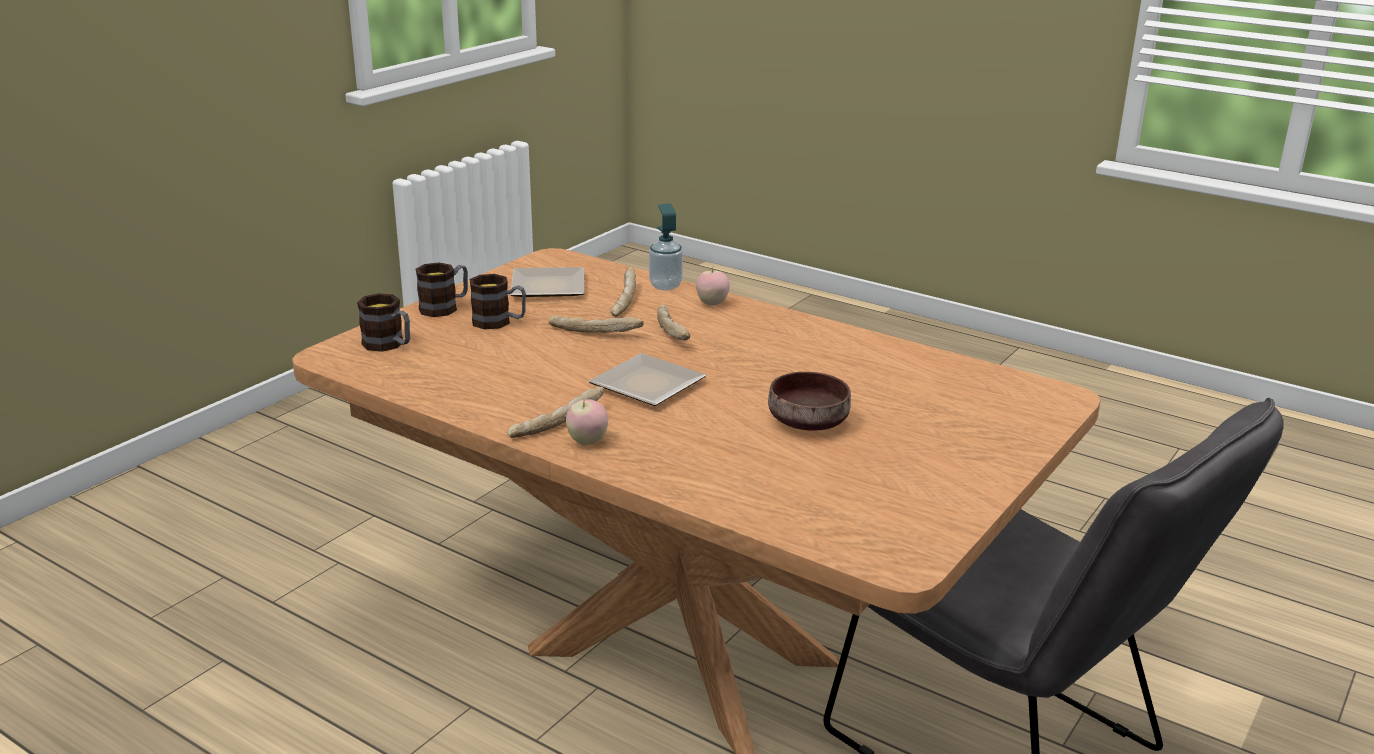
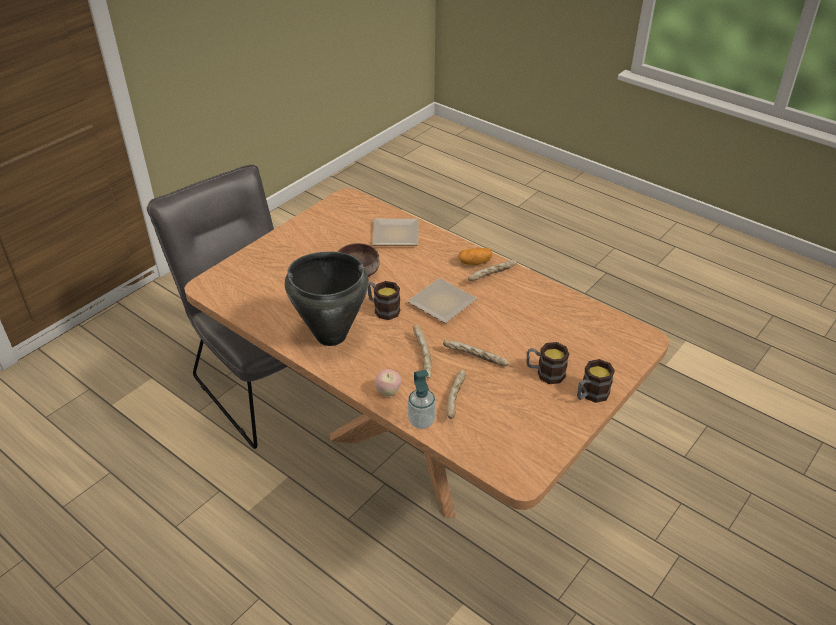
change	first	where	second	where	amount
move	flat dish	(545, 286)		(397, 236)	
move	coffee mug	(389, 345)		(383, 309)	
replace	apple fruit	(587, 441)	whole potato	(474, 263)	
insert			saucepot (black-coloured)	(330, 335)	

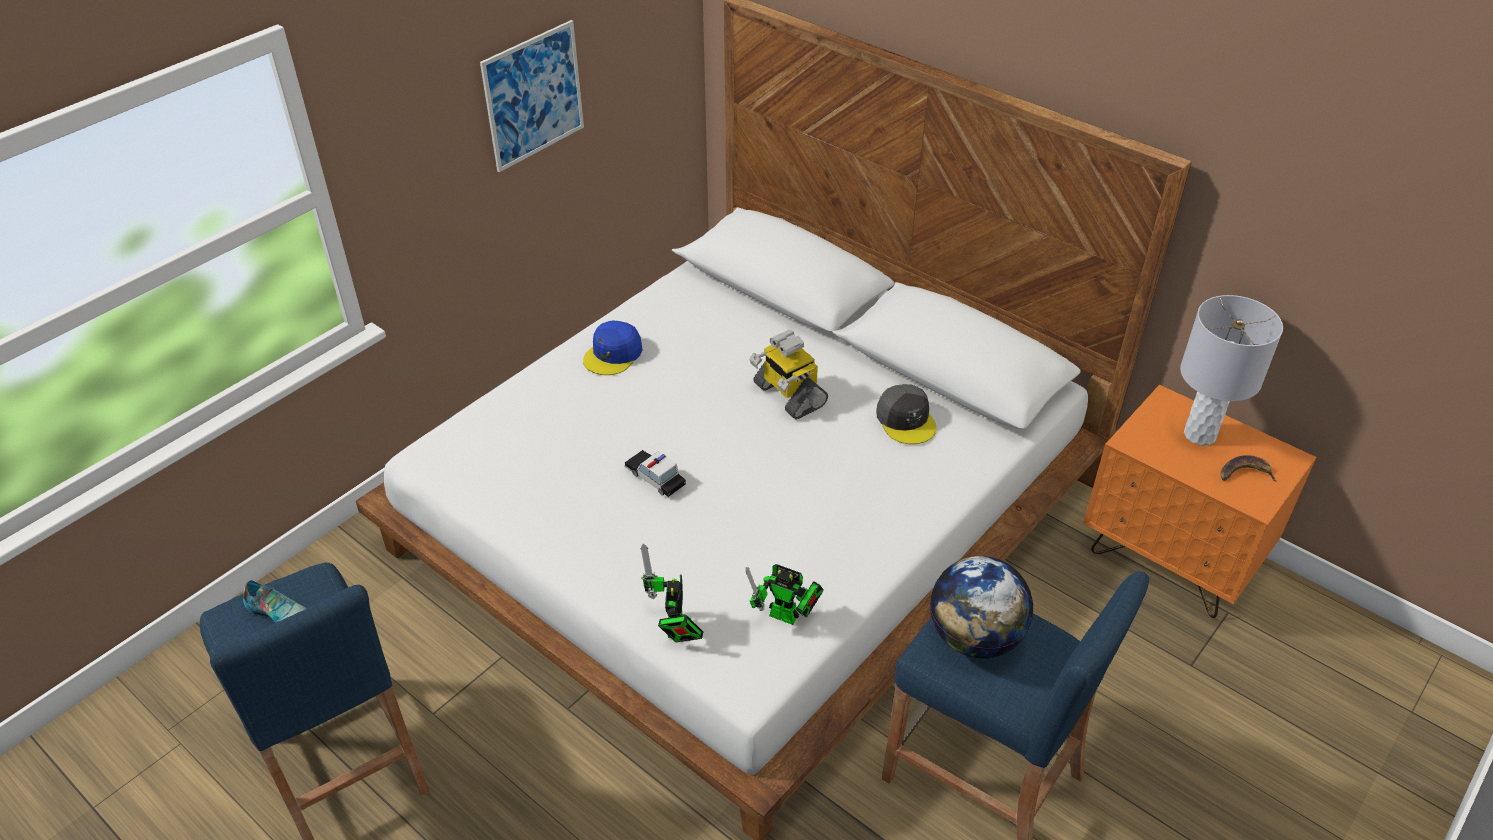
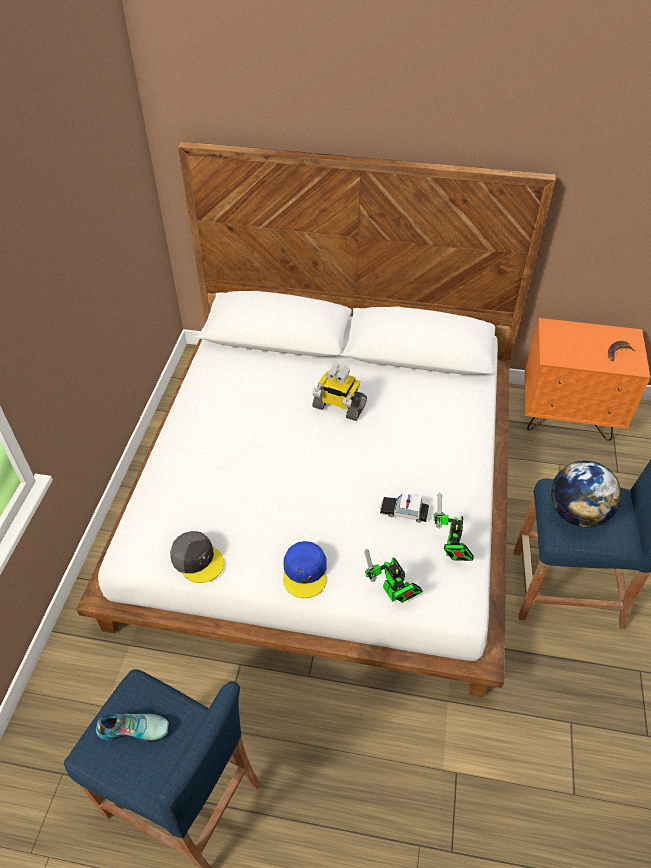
change	first	where	second	where	amount
delete	picture	(533, 96)			
delete	table lamp (grey)	(1199, 434)			
move	baseball cap (blue)	(613, 354)		(305, 572)	
move	baseball cap (grey)	(906, 420)		(197, 559)	
move	toy car	(655, 477)		(403, 512)	
rotate	toy robot	(788, 617)		(450, 551)	105 degrees clockwise

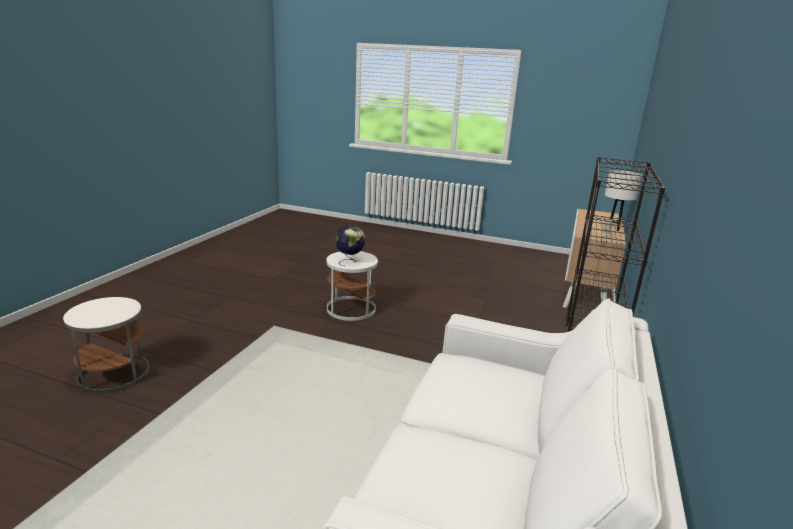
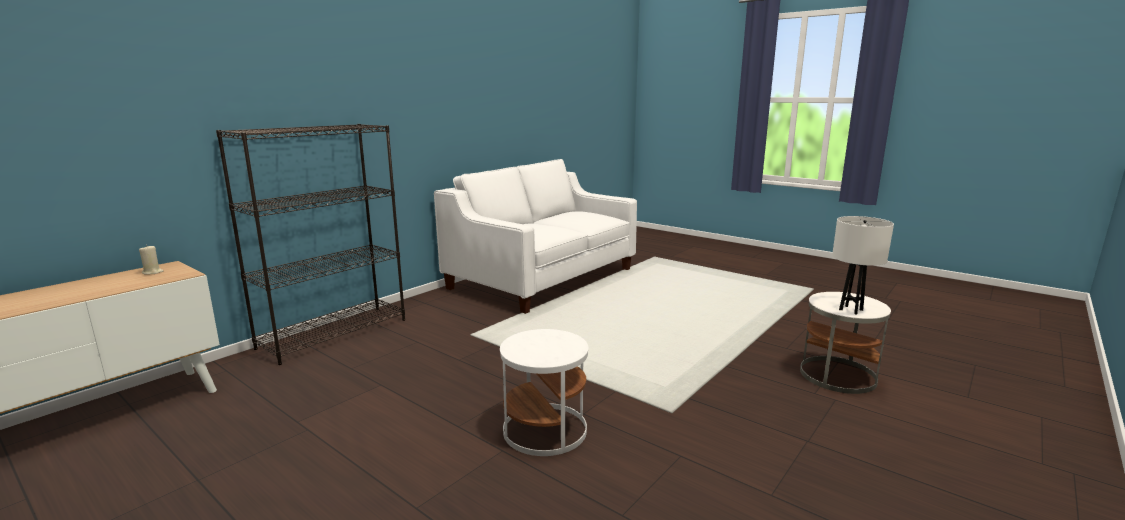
change	first	where	second	where	amount
move	table lamp (white)	(613, 228)		(850, 310)	
delete	globe	(349, 261)			

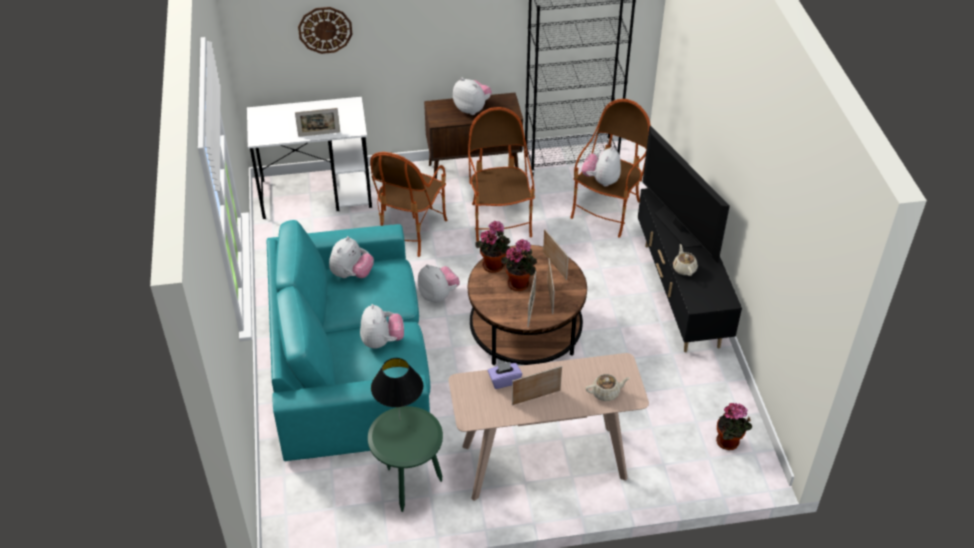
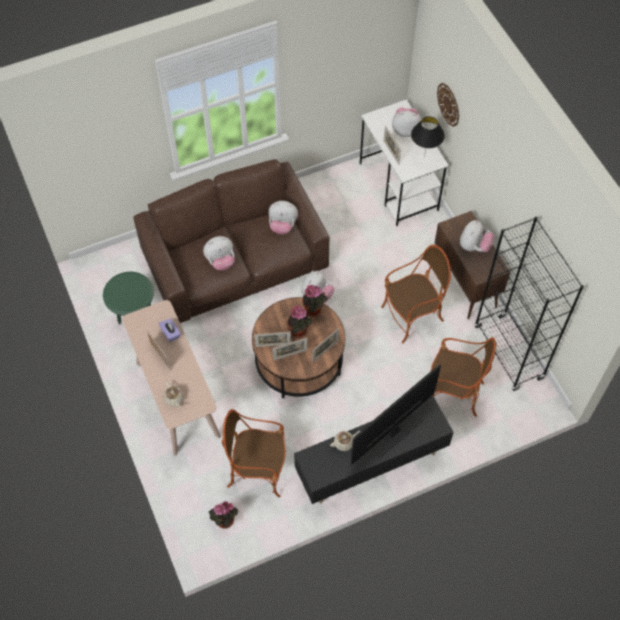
change	first	where	second	where	amount
move	plush toy	(601, 180)		(405, 130)	
move	easy chair	(410, 231)		(258, 470)	
recolor	sofa (turquoise)	(351, 364)	sofa (brown)	(235, 260)	
move	table lamp (black-coloured)	(399, 420)		(424, 156)	

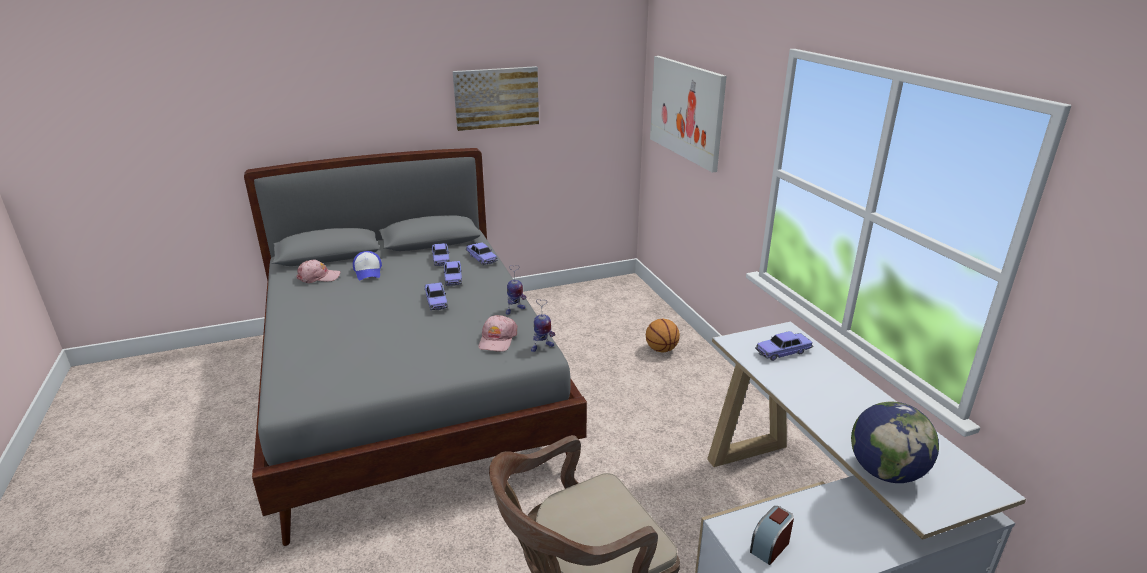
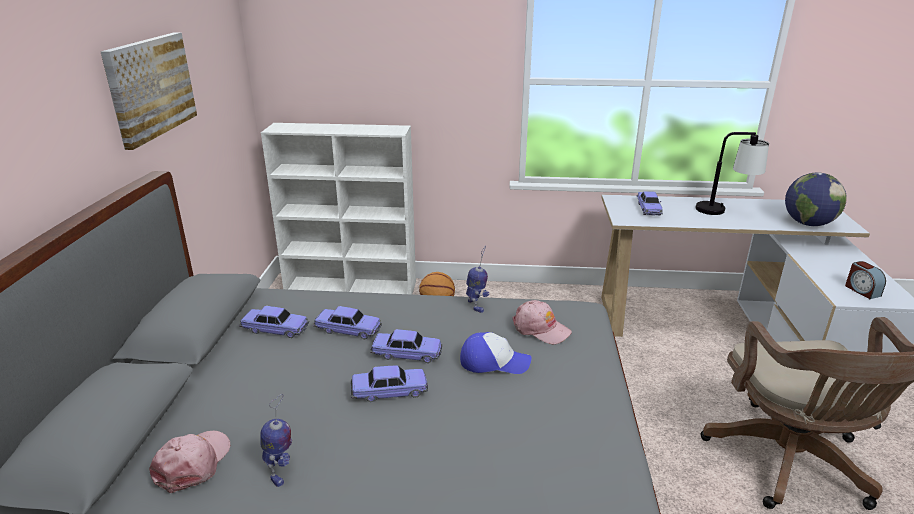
change	first	where	second	where	amount
delete	picture	(686, 110)			
move	toy car	(482, 258)		(389, 391)	
move	baseball cap	(368, 272)		(494, 362)	
move	toy robot	(541, 347)		(280, 471)	
insert			shelving unit (white)	(352, 287)	
insert			table lamp	(724, 211)	

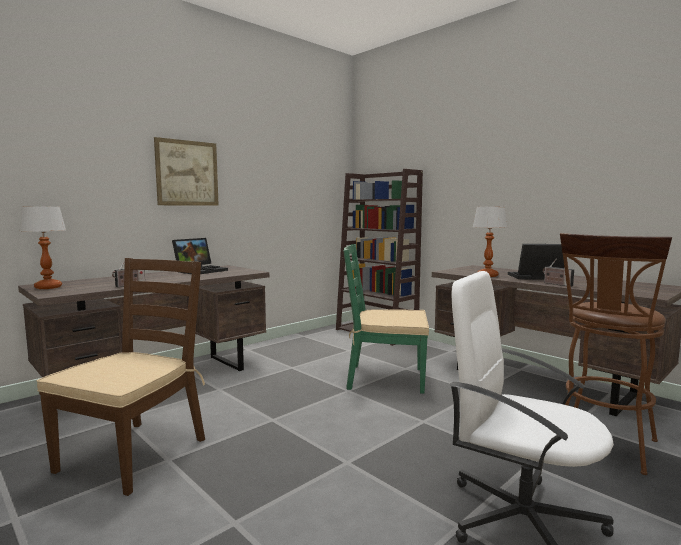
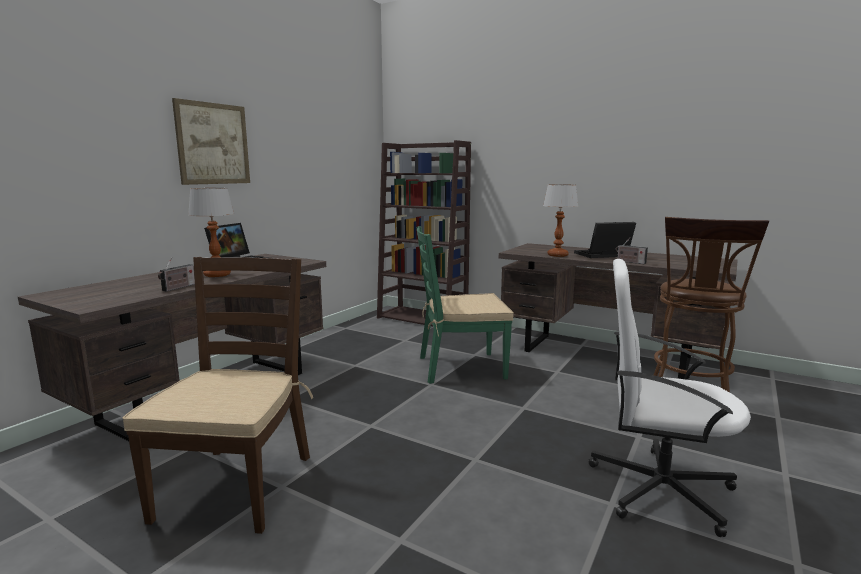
change	first	where	second	where	amount
move	table lamp	(48, 287)		(217, 275)	

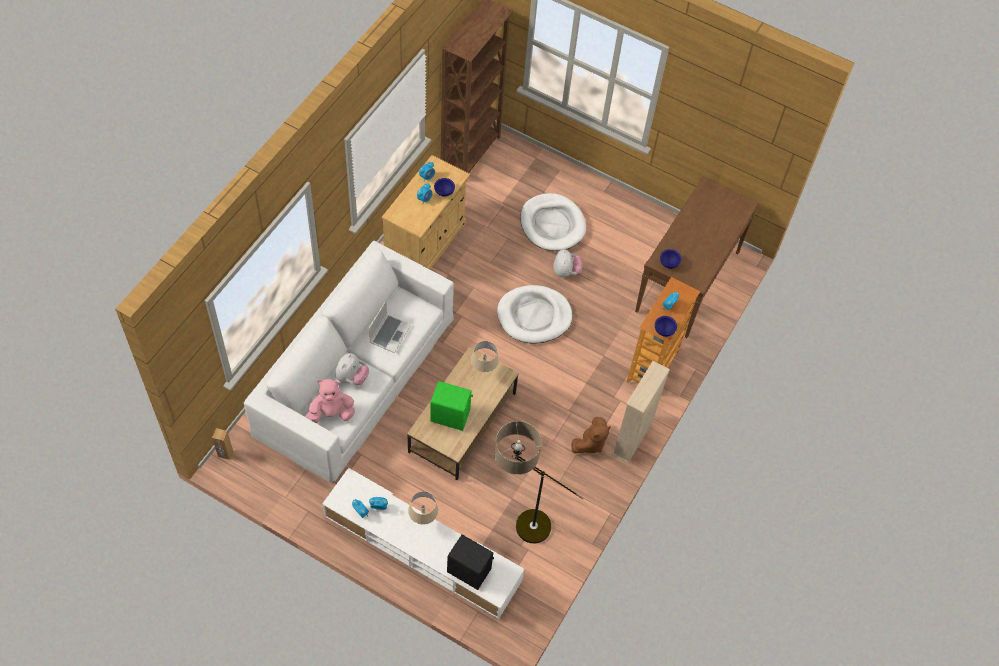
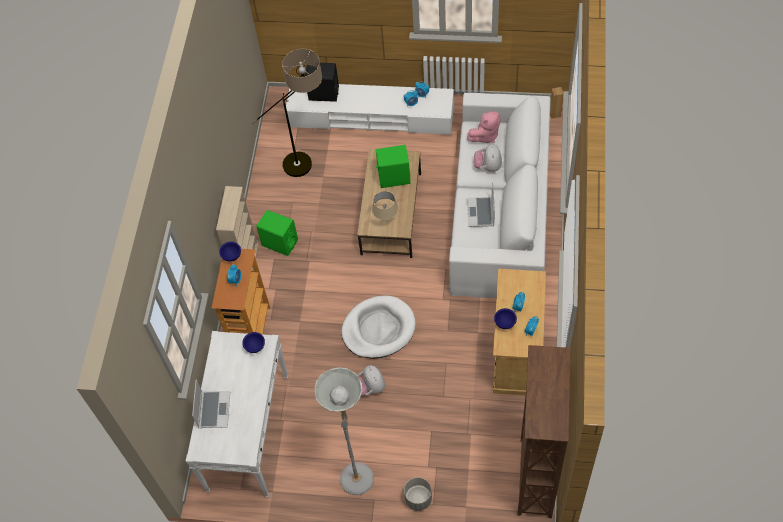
change	first	where	second	where	amount
recolor	hall table (brown)	(687, 282)	hall table (white)	(248, 432)	
delete	pet bed (white)	(552, 224)			
replace	plush toy (brown)	(590, 443)	audio speaker (green)	(279, 243)	
delete	table lamp (beige)	(423, 521)			
insert			floor lamp (grey)	(356, 472)	
insert			laptop	(213, 409)	
insert			planter (grey)	(418, 499)	

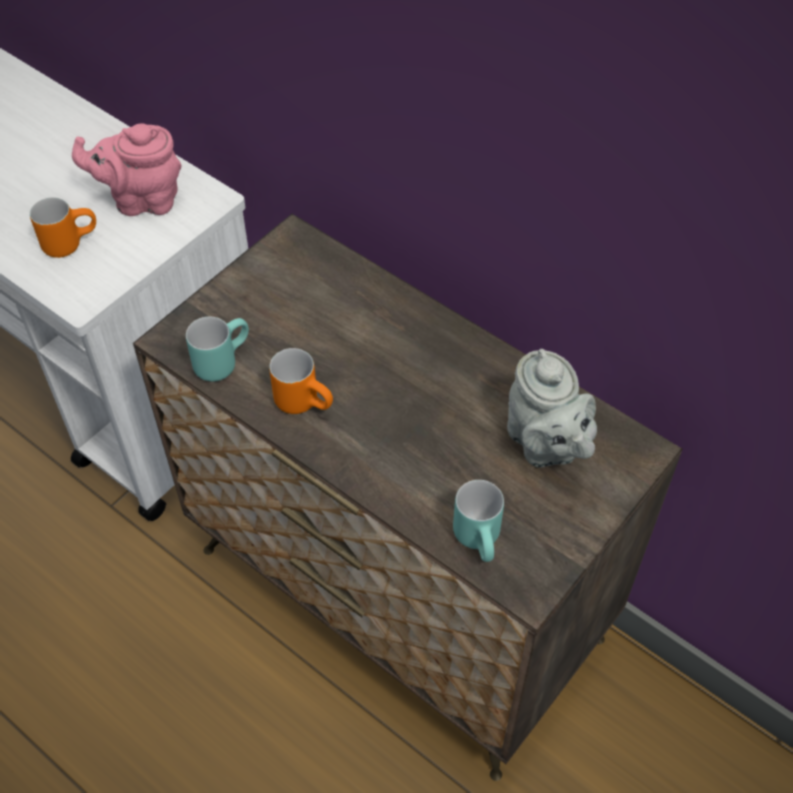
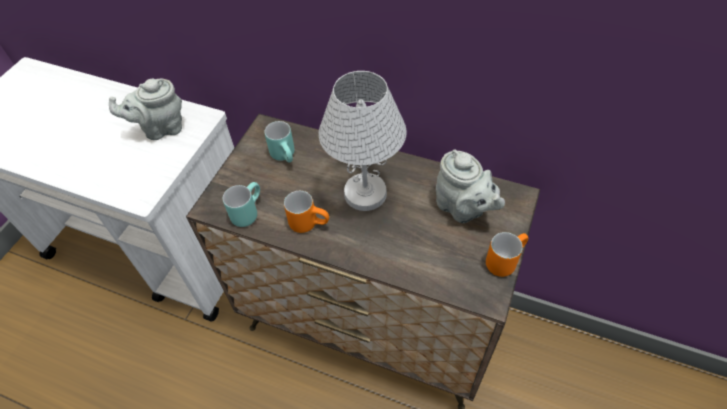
change	first	where	second	where	amount
recolor	teapot (pink)	(142, 200)	teapot (grey)	(161, 128)	
move	coffee mug (orange)	(70, 242)		(503, 259)	
move	coffee mug (turquoise)	(482, 540)		(286, 156)	
insert			table lamp (white)	(365, 193)	

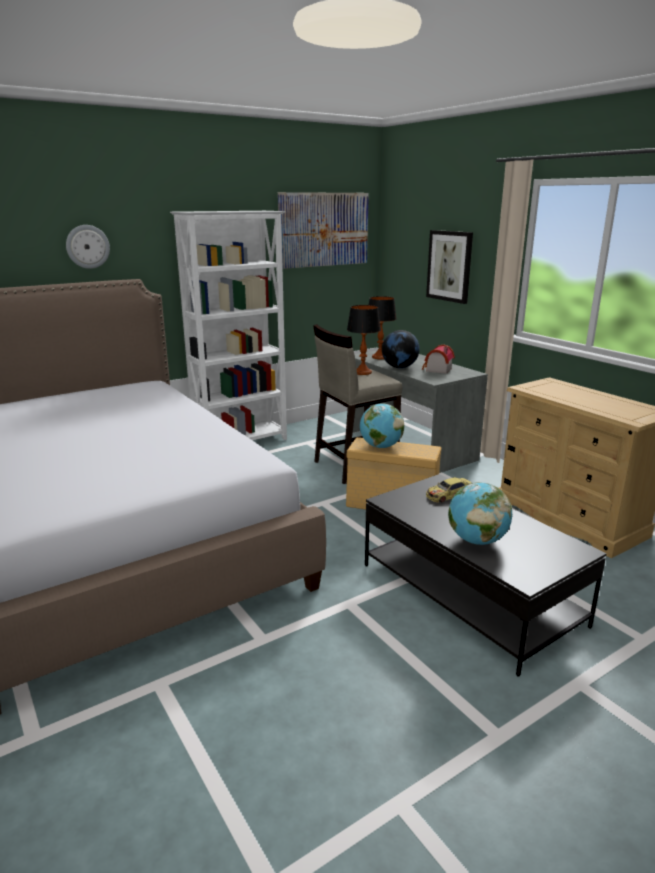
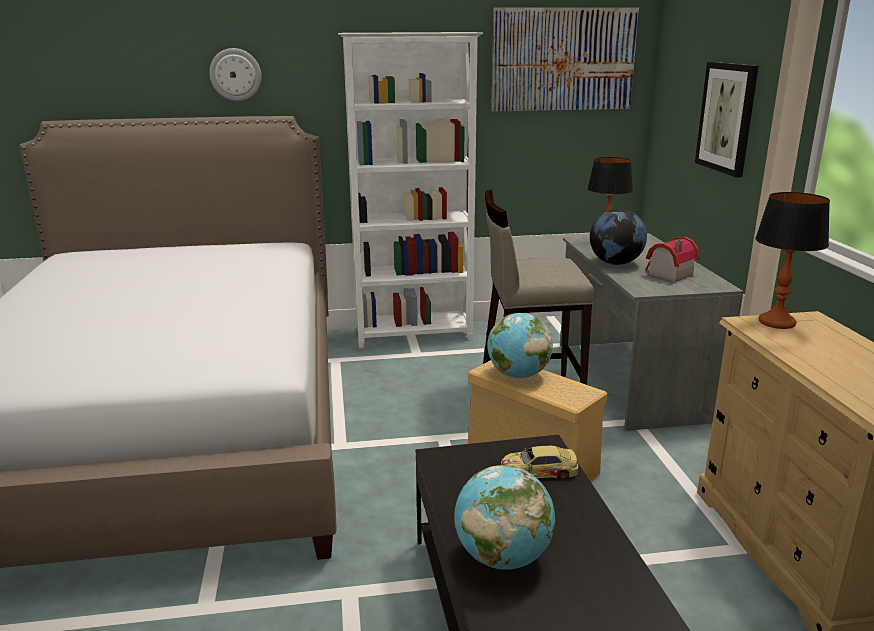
change	first	where	second	where	amount
move	table lamp	(362, 372)		(776, 322)	

